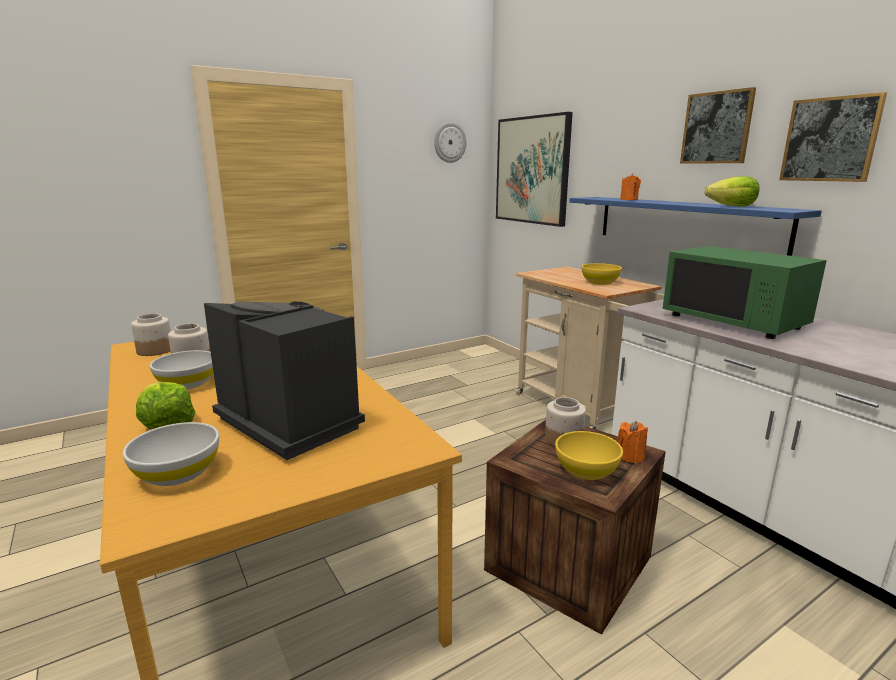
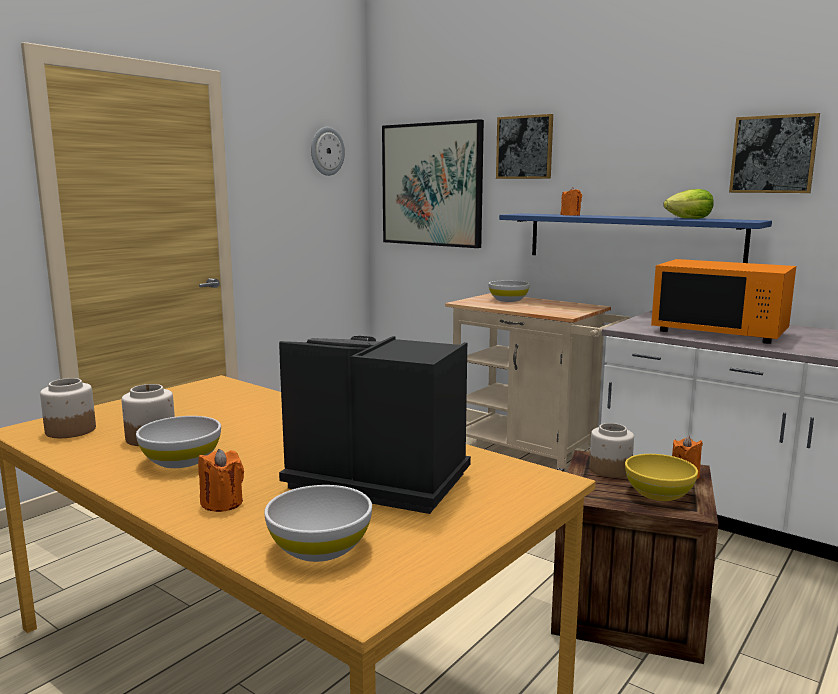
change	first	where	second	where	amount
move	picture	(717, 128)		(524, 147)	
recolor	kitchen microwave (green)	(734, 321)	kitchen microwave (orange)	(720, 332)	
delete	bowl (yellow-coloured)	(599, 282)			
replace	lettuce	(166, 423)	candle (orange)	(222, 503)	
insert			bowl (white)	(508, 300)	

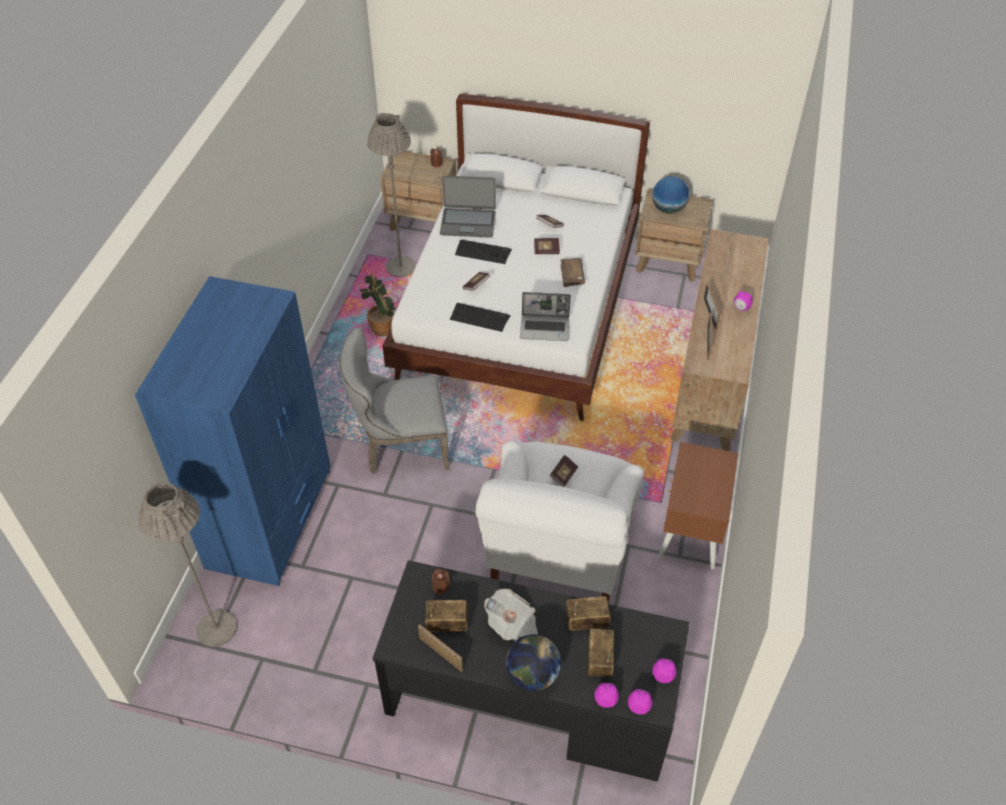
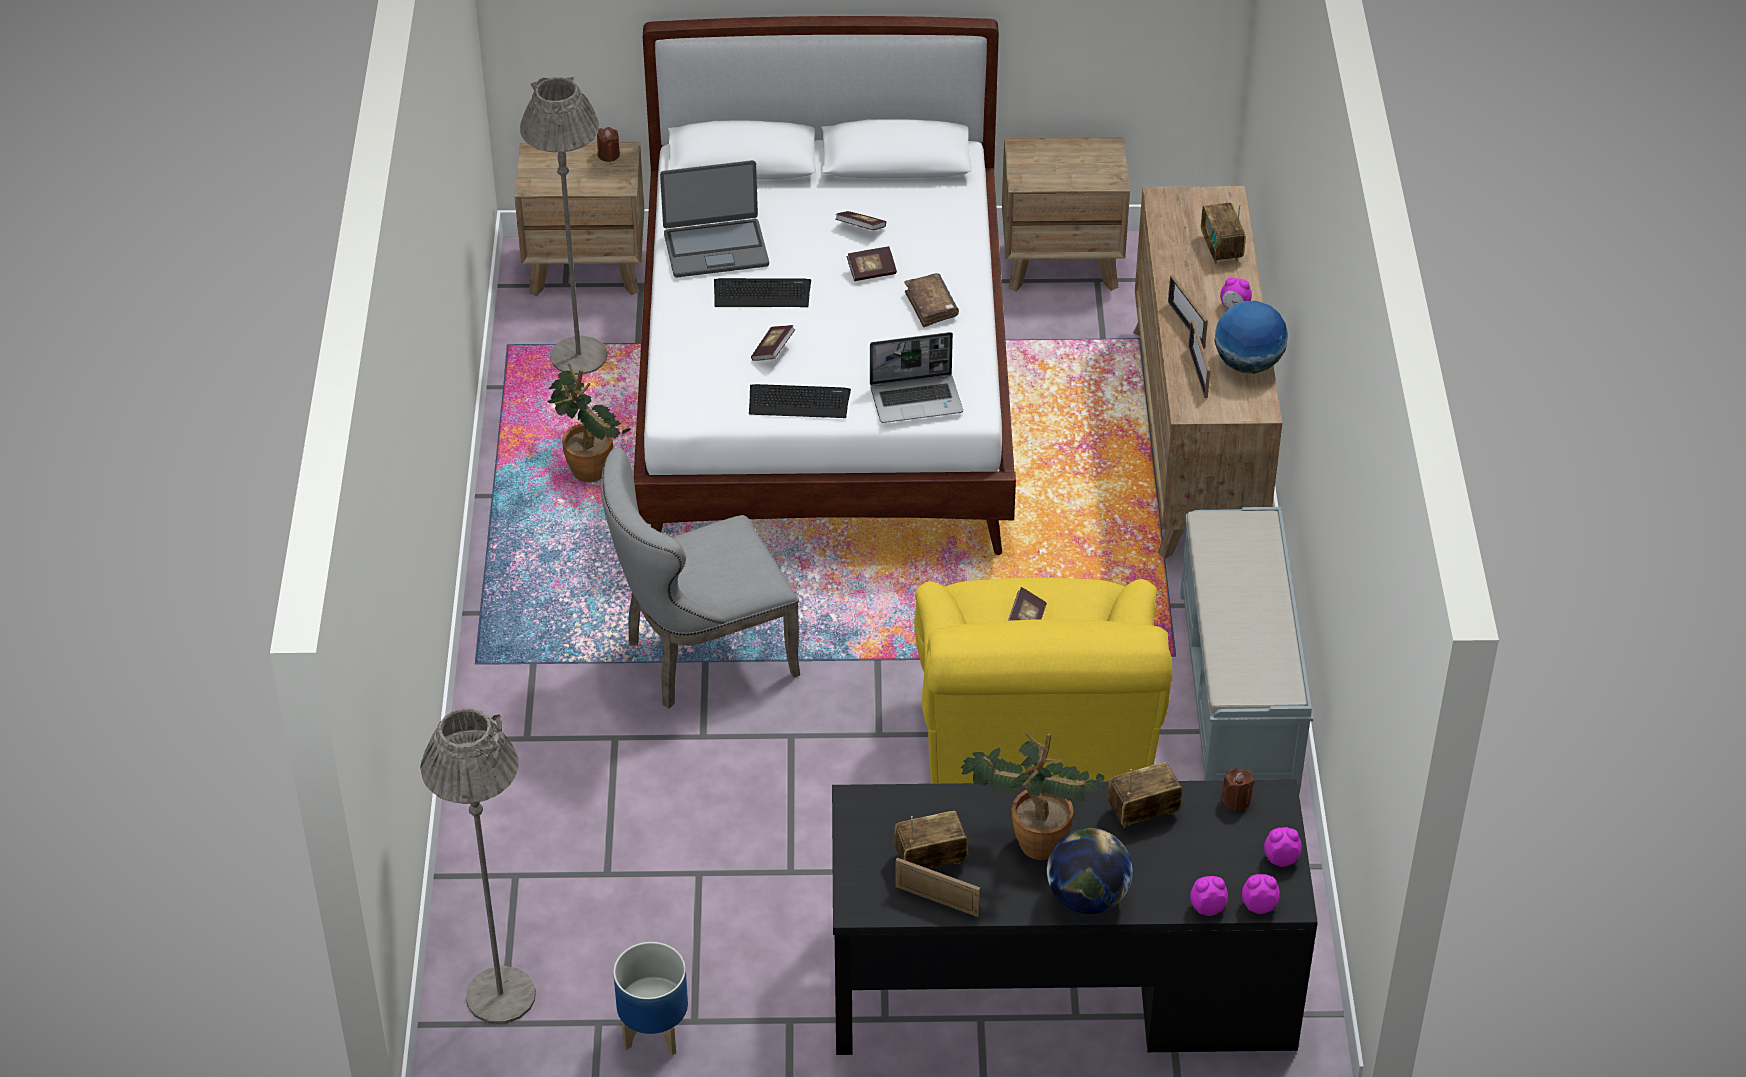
change	first	where	second	where	amount
move	globe	(668, 209)		(1248, 364)	
delete	clothes cupboard (blue)	(271, 518)			
recolor	easy chair (white)	(559, 553)	easy chair (yellow-coloured)	(1033, 765)	
replace	nightstand (brown)	(691, 533)	indoor bench (grey)	(1238, 692)	
move	candle (brown)	(441, 586)		(1236, 800)	
replace	newspaper	(512, 624)	potted plant	(1031, 838)	
move	radio set	(600, 660)		(1221, 248)	
insert			planter	(655, 1031)	

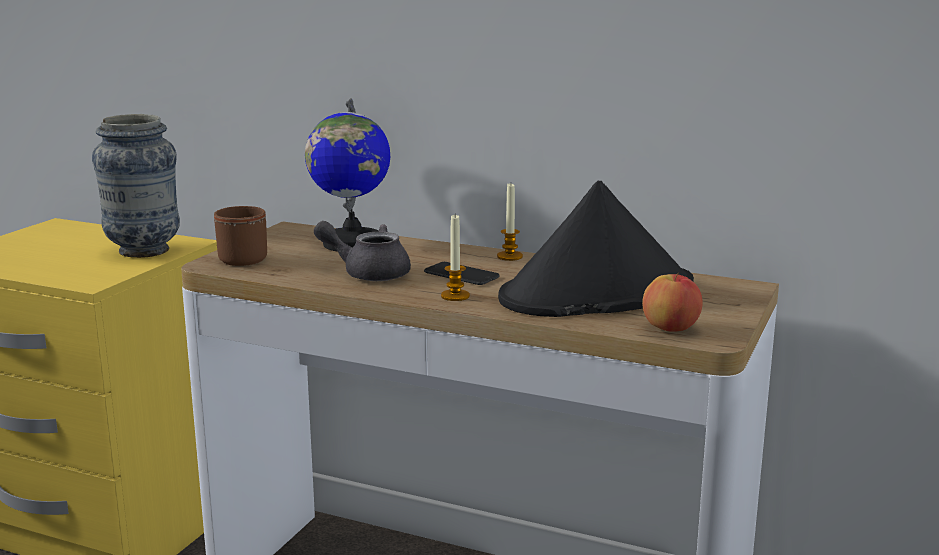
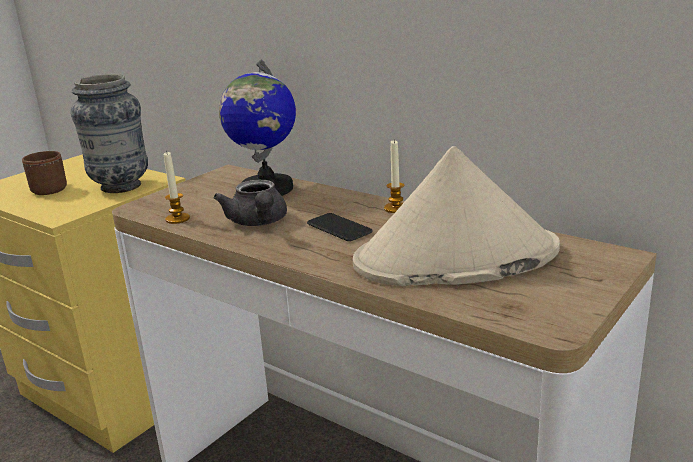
change	first	where	second	where	amount
recolor	wearable hat (black-coloured)	(596, 294)	wearable hat (beige)	(455, 258)	
move	coffee mug (brown)	(241, 257)		(50, 188)	
move	candle	(455, 296)		(177, 219)	
rotate	teapot (grey)	(368, 273)		(258, 223)	135 degrees counterclockwise
delete	apple fruit	(671, 329)			

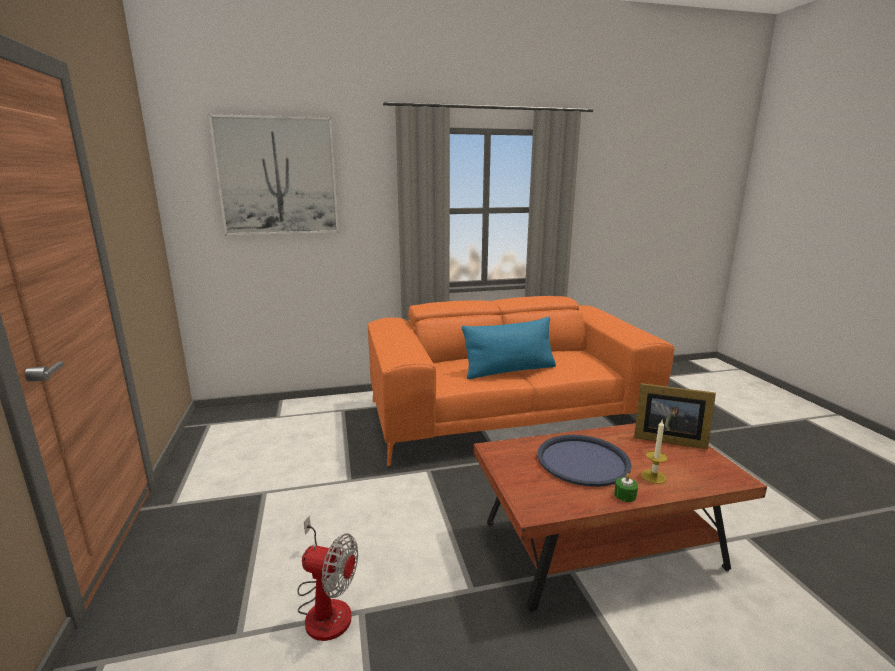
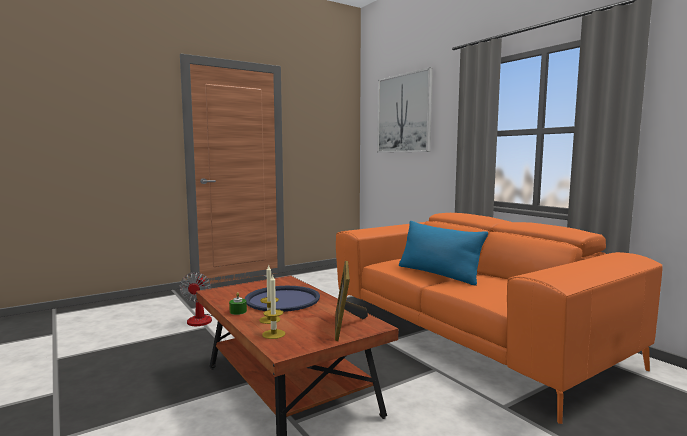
change	first	where	second	where	amount
insert			candle	(273, 334)	

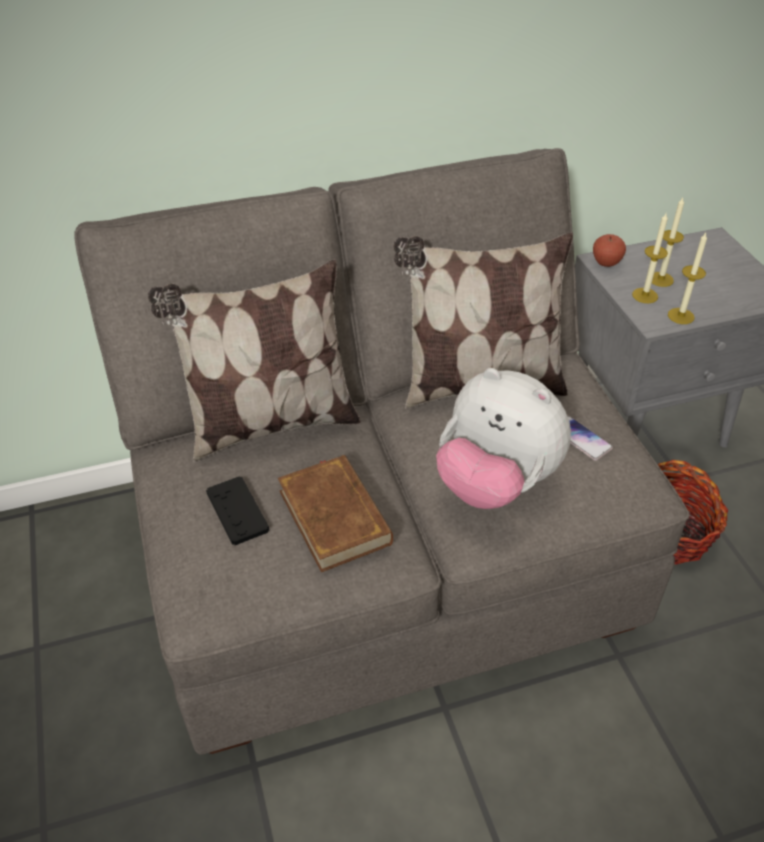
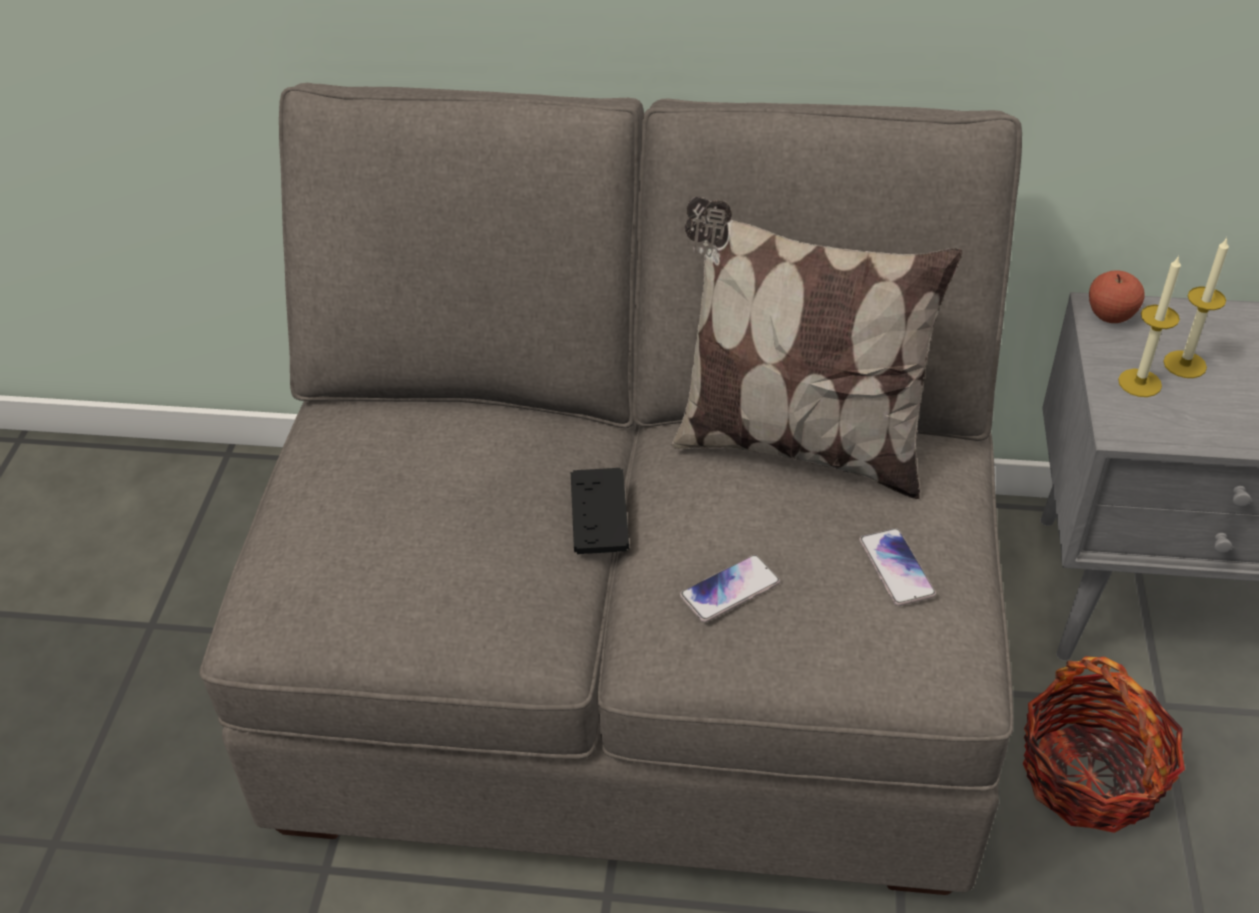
change	first	where	second	where	amount
delete	candle	(681, 316)			
delete	cushion	(269, 424)			
replace	plush toy	(495, 483)	phone	(730, 590)	
delete	book (brown)	(335, 516)			
move	game controller (black-coloured)	(237, 511)		(599, 512)	

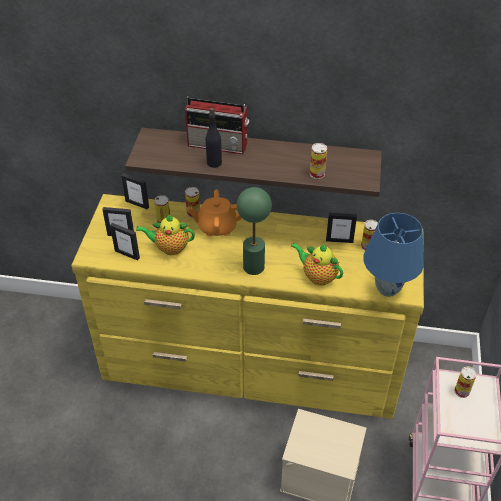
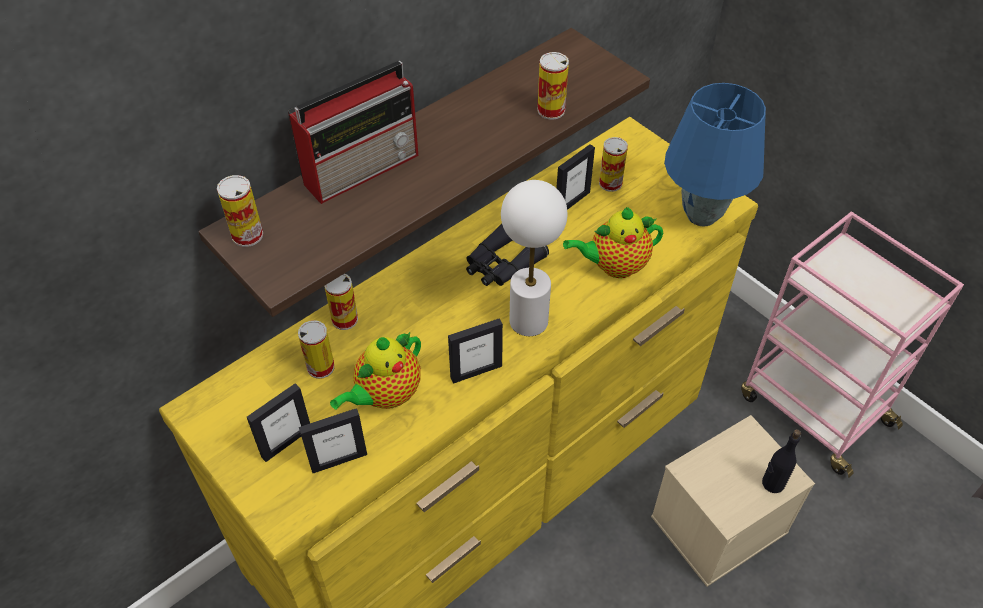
change	first	where	second	where	amount
move	bottle (black-coloured)	(214, 163)		(772, 483)	
move	standing frame	(137, 204)		(476, 371)	
recolor	table lamp (green)	(253, 267)	table lamp (white)	(529, 321)	
delete	teapot (orange)	(217, 227)			
move	can	(461, 391)		(247, 235)	
insert			pair of binoculars (black-coloured)	(502, 264)	

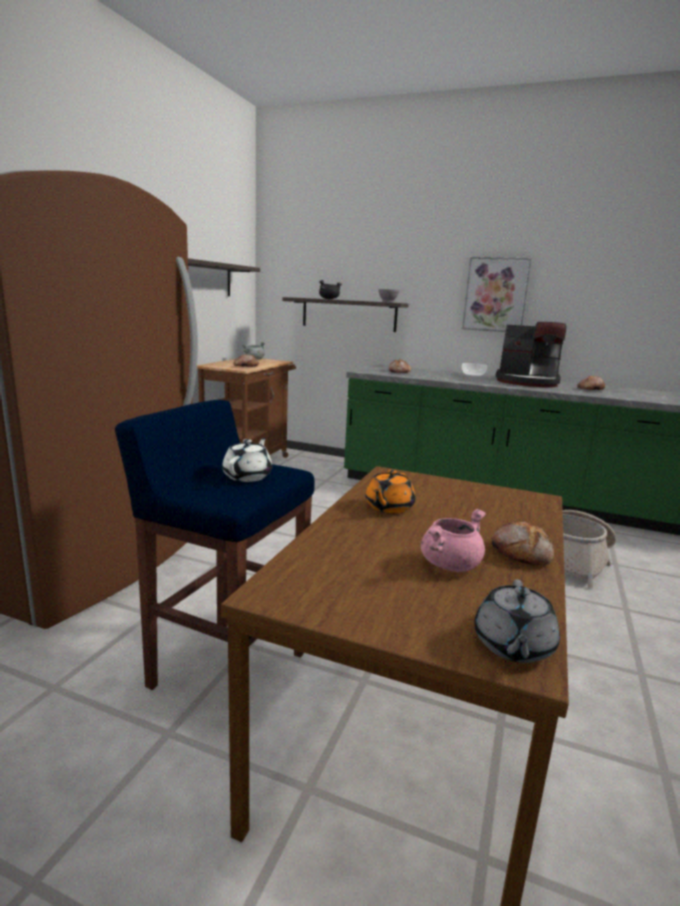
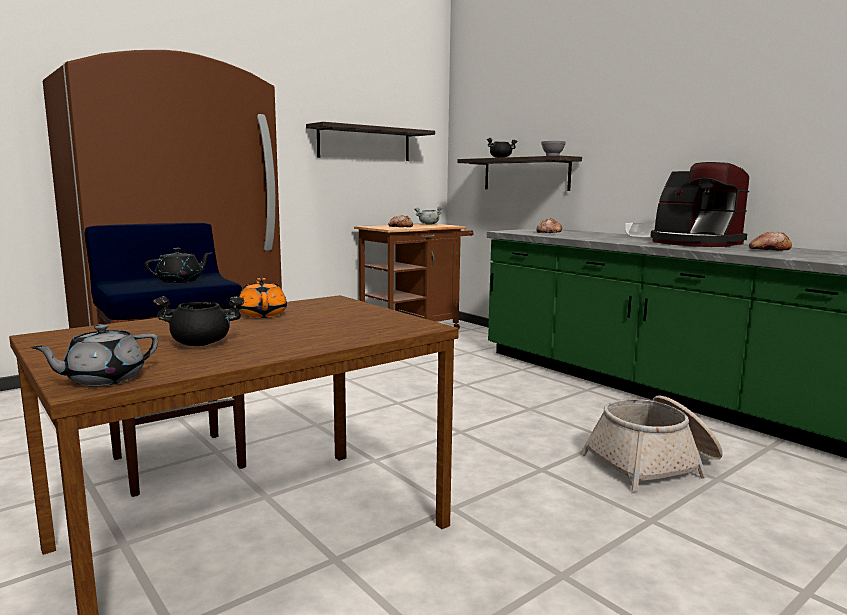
change	first	where	second	where	amount
delete	picture	(495, 295)			
recolor	teapot (white)	(248, 476)	teapot (black-coloured)	(180, 281)	
rotate	teapot (orange)	(388, 507)		(263, 314)	105 degrees clockwise
recolor	saucepot (pink)	(450, 564)	saucepot (black-coloured)	(202, 343)	
delete	bakery bread	(521, 553)			

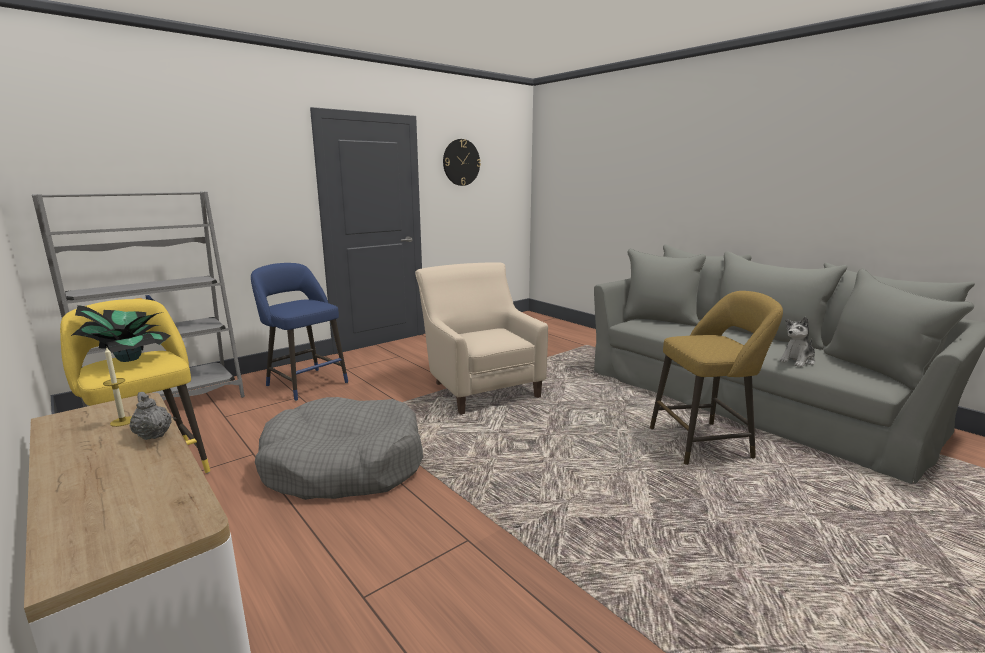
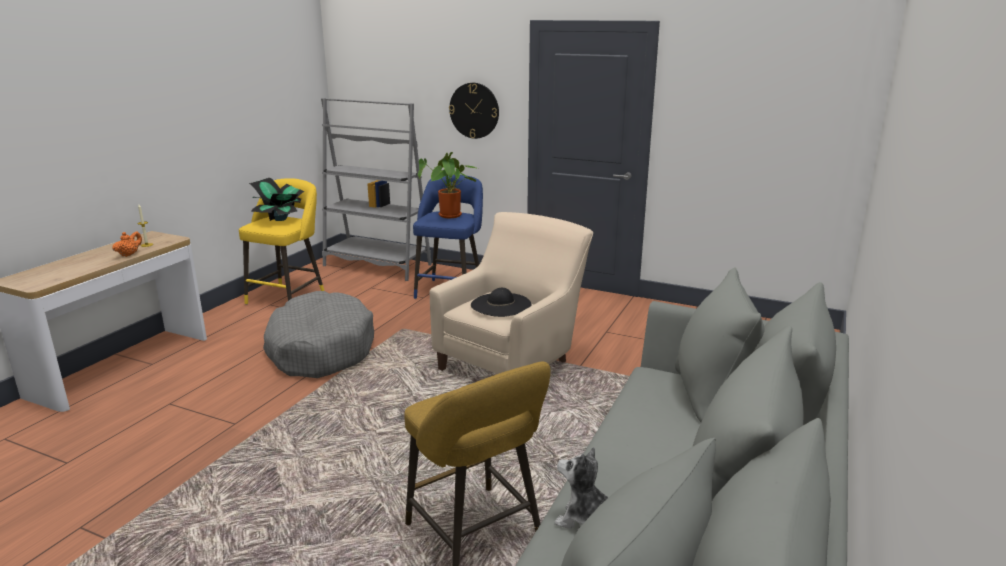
change	first	where	second	where	amount
move	clock on the wall	(461, 162)		(474, 110)	
recolor	teapot (grey)	(153, 435)	teapot (orange)	(129, 254)	
insert			potted plant	(450, 216)	
insert			wearable hat (black-coloured)	(501, 305)	

